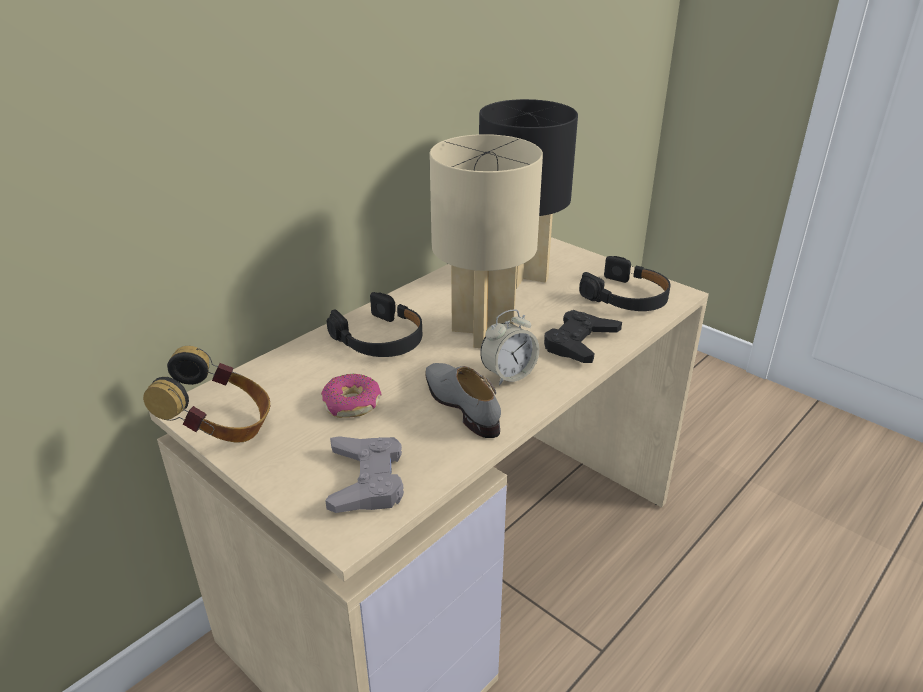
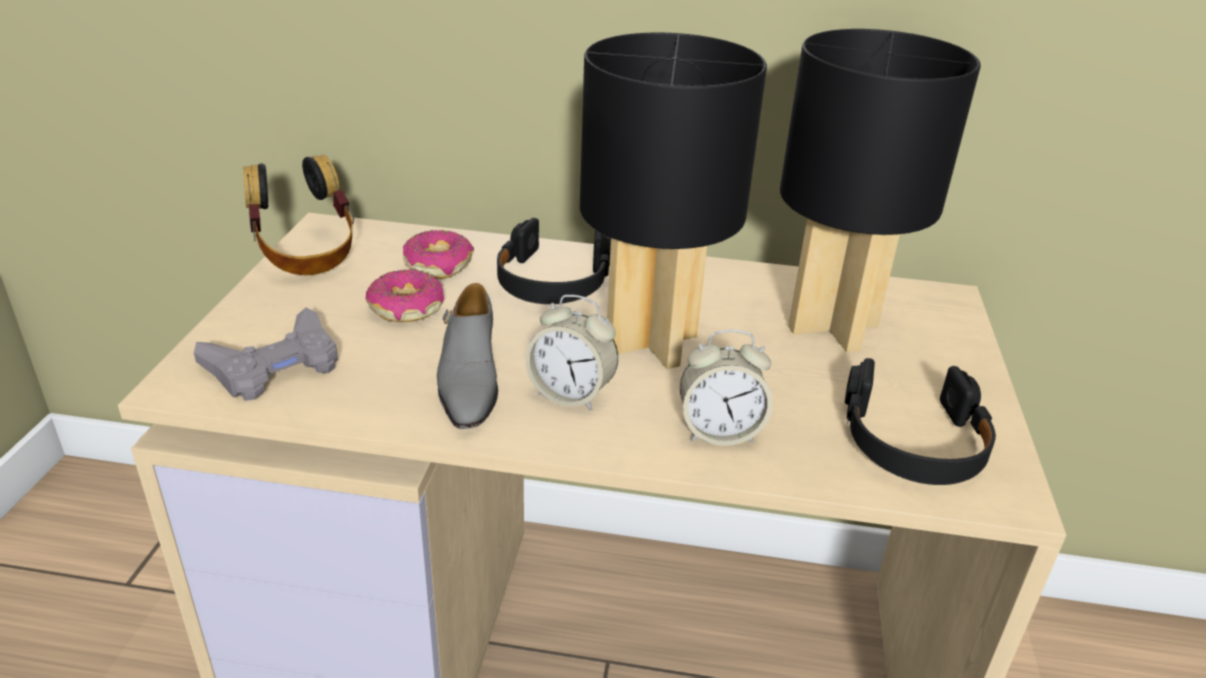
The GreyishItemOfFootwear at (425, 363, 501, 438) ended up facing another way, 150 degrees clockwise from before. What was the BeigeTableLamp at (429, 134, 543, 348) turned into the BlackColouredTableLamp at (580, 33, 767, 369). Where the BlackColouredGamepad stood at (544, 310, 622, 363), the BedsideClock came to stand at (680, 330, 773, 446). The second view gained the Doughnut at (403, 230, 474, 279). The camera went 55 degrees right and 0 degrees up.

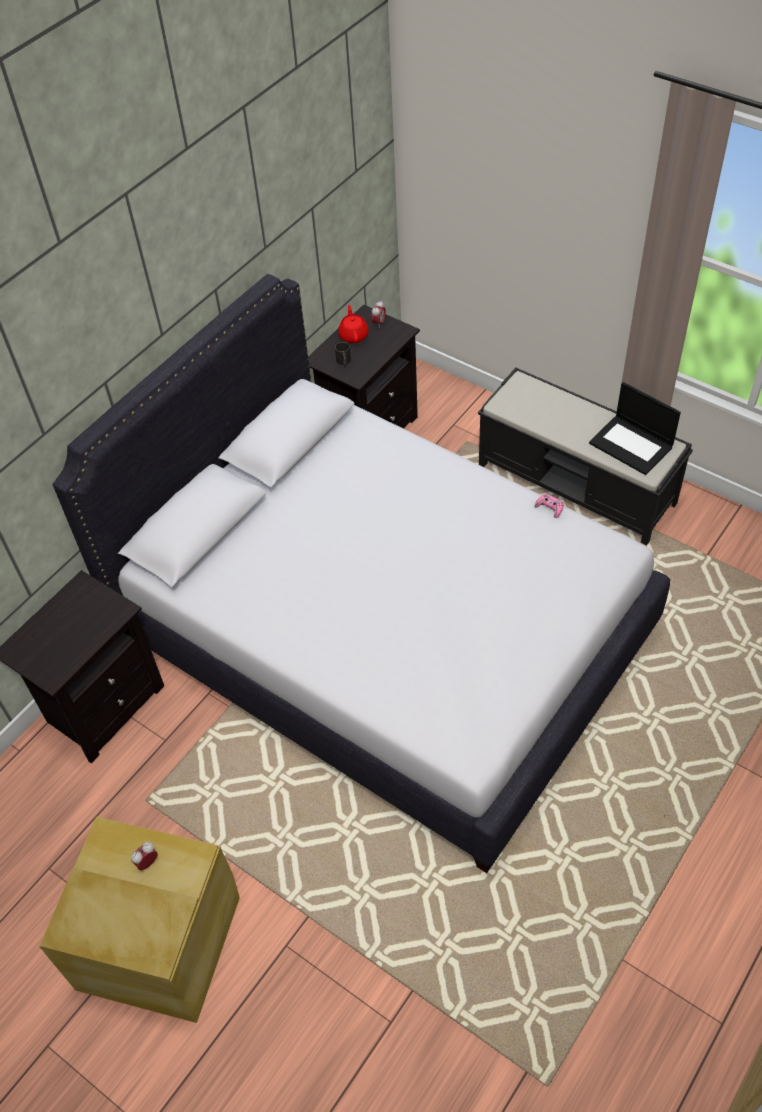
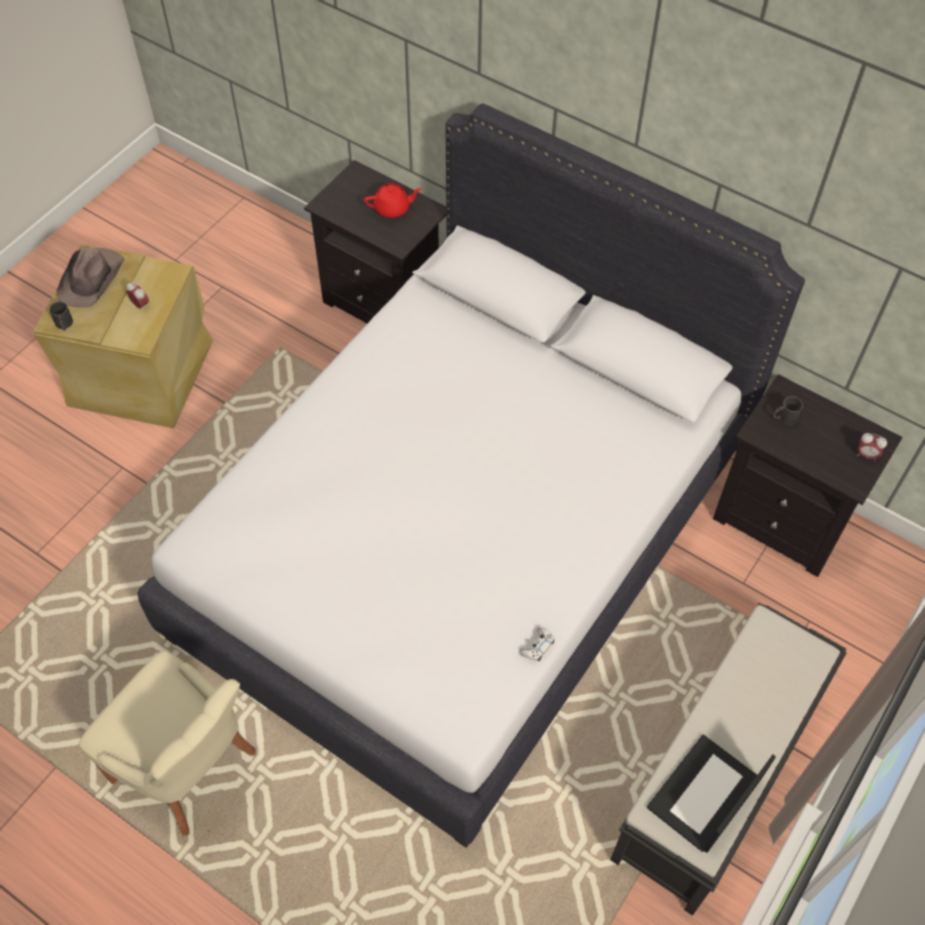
The ReddishTeapot ended up elsewhere, having gone from (338, 305, 369, 343) to (364, 183, 421, 218). What was the PinkColouredGamepad at (535, 494, 564, 518) turned into the WhitishGamepad at (520, 627, 555, 661). The second view gained the BlackColouredTeaMug at (49, 302, 73, 331). The second view gained the BrownClothingHat at (56, 248, 125, 307). The second view gained the BeigePlainChair at (79, 651, 256, 836). The camera went 85 degrees right and 5 degrees up.

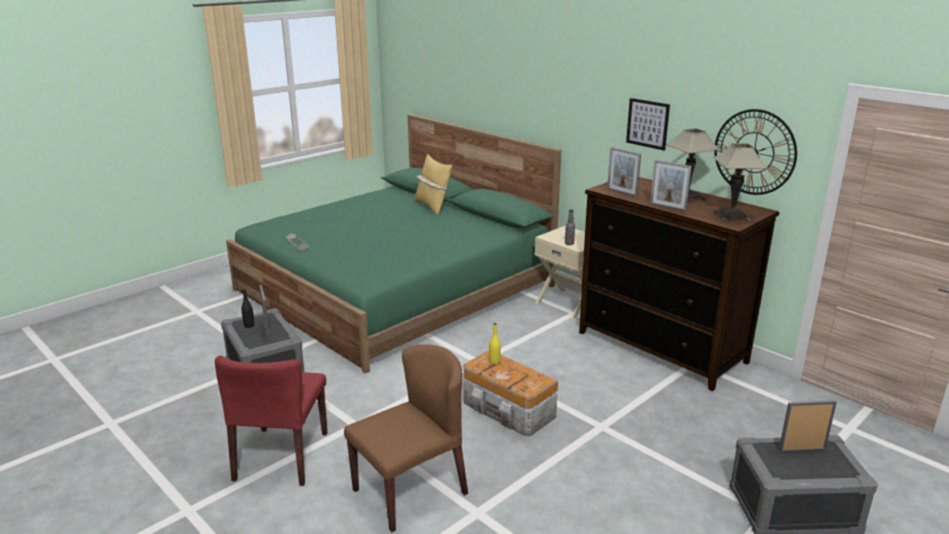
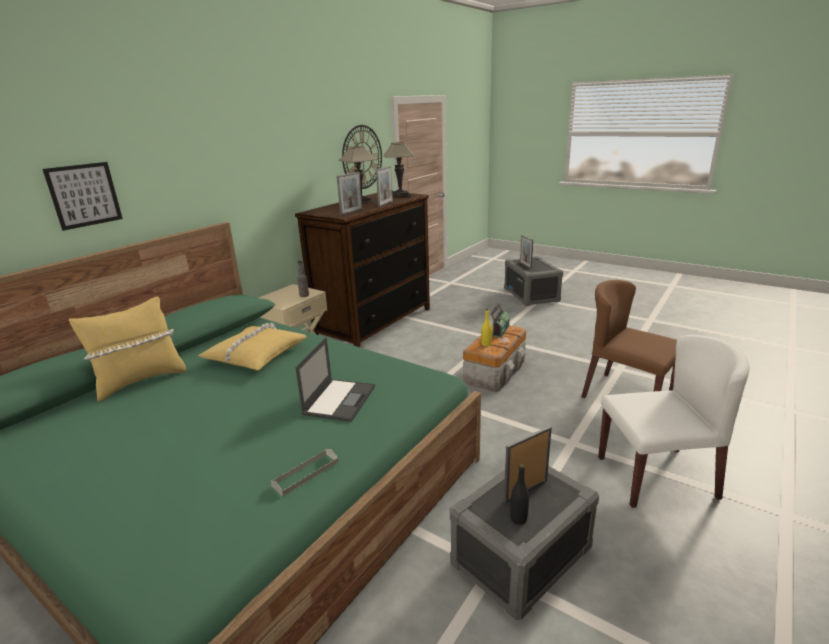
What was the ReddishPlainChair at (215, 356, 327, 486) turned into the WhitishPlainChair at (598, 335, 749, 508). The Picture ended up elsewhere, having gone from (626, 98, 670, 151) to (43, 162, 123, 231). The second view gained the YellowThrowPillow at (198, 323, 307, 370). The second view gained the NotebookComputer at (295, 337, 375, 422). The second view gained the RadioReceiver at (491, 304, 510, 337). The camera went 100 degrees left and 0 degrees up.

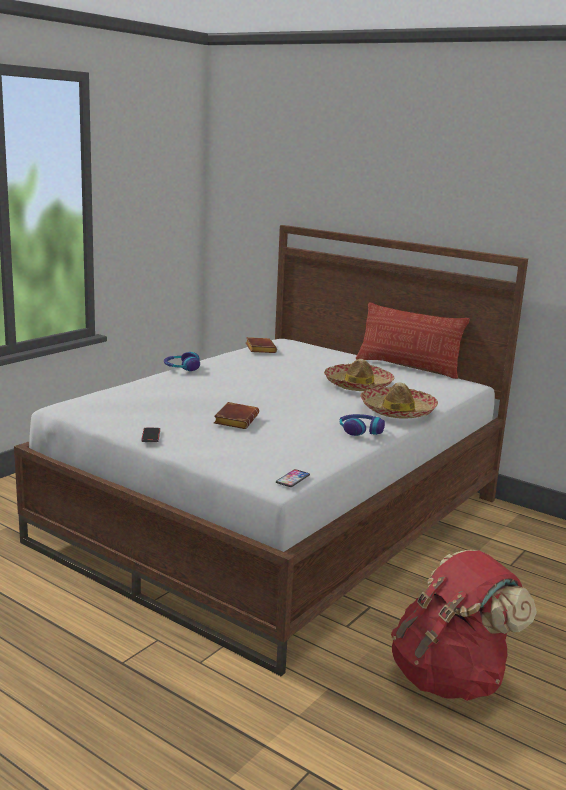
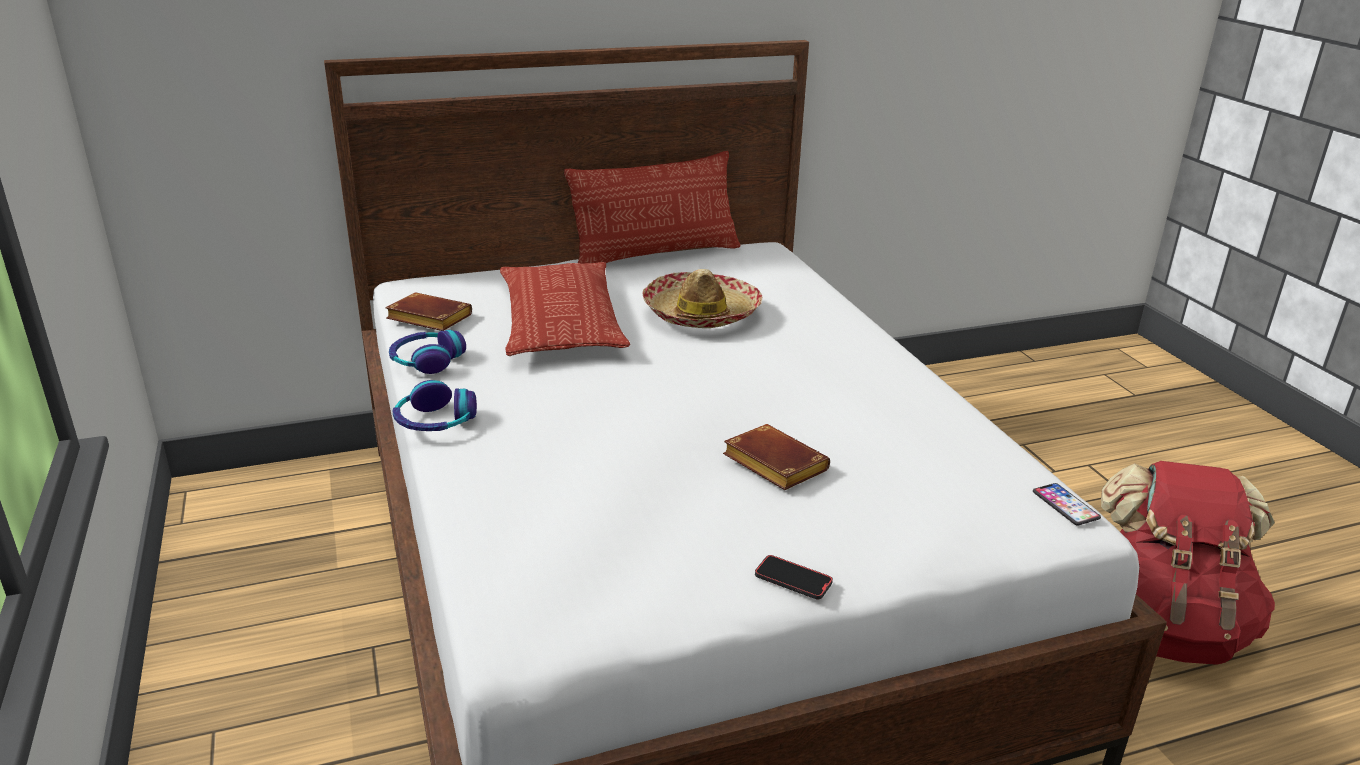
The Headphones ended up elsewhere, having gone from (340, 414, 385, 436) to (389, 330, 466, 374). The second view lost the ClothingHat at (360, 382, 438, 419). The second view gained the ThrowPillow at (500, 262, 630, 356). The camera went 55 degrees left and 10 degrees up.

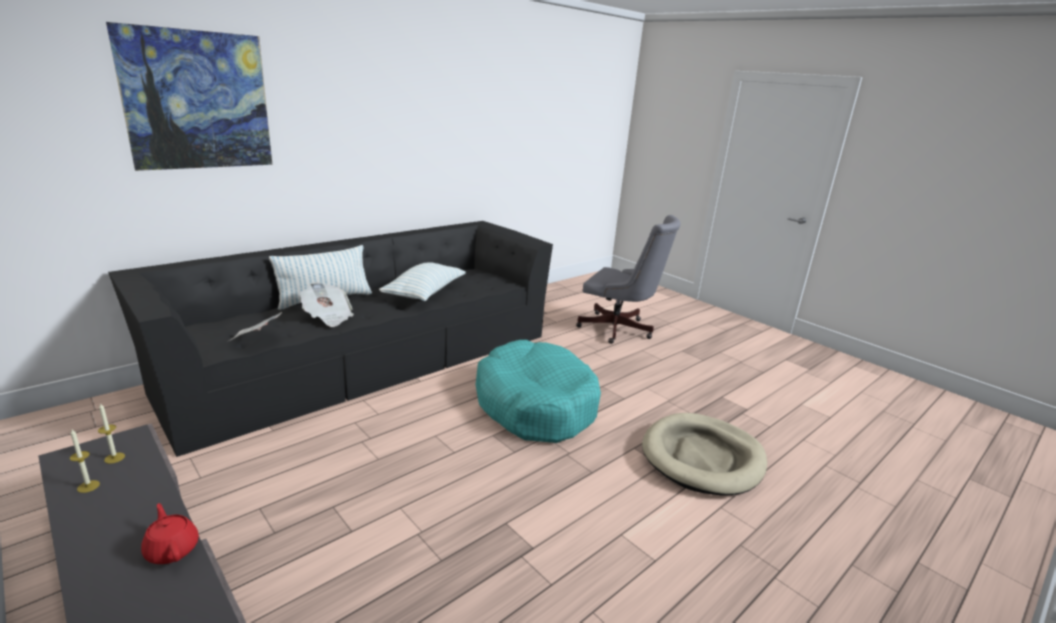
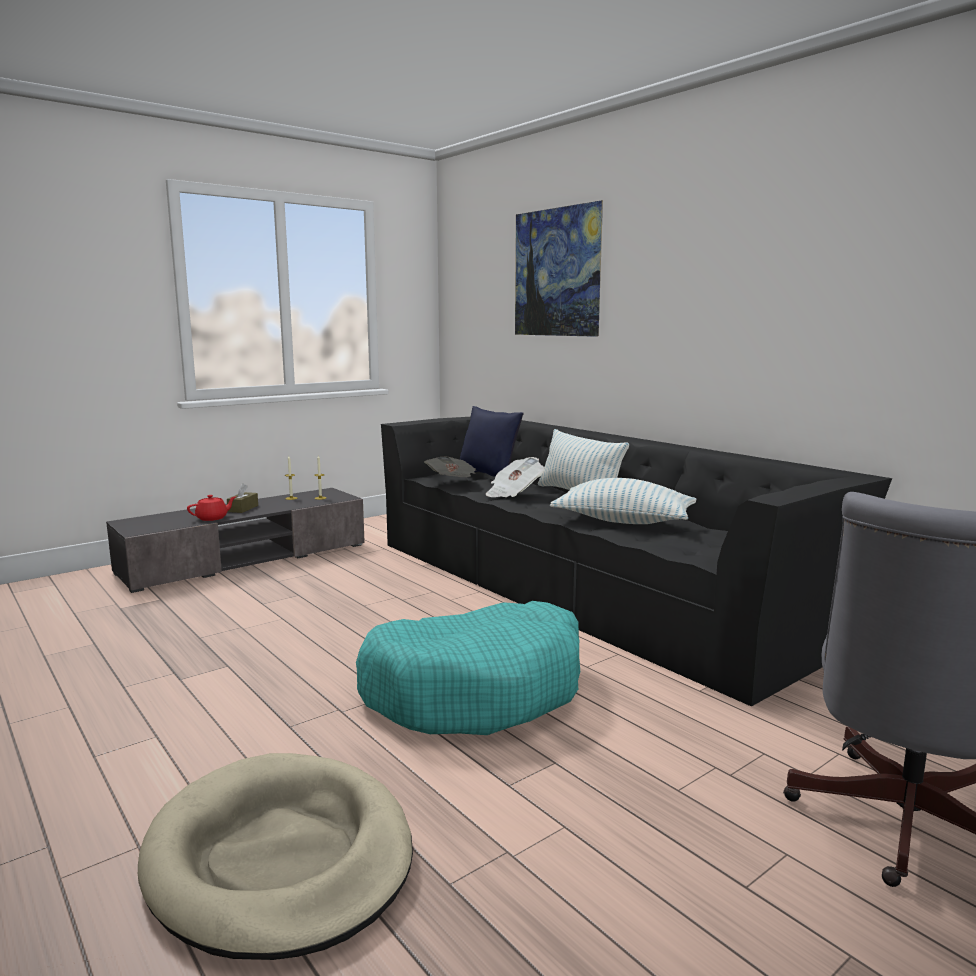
The second view gained the BrownTissueHolder at (227, 483, 258, 513). The second view gained the BlueThrowPillow at (460, 406, 524, 477). The camera went 95 degrees right and 10 degrees down.

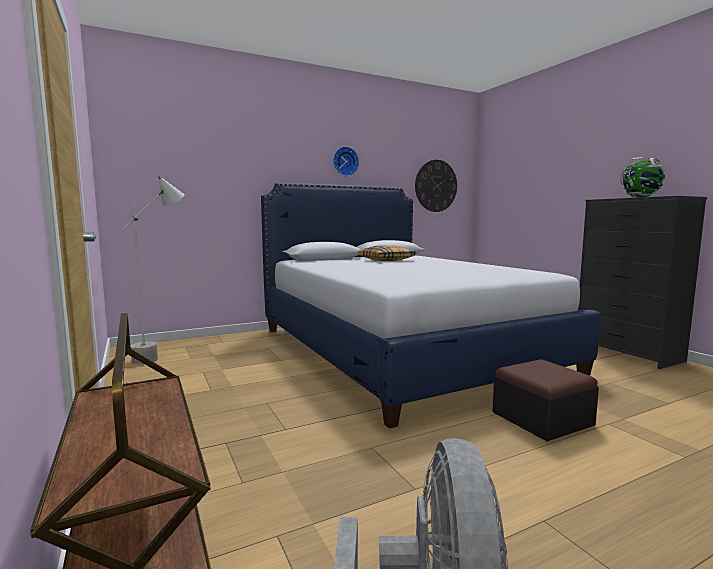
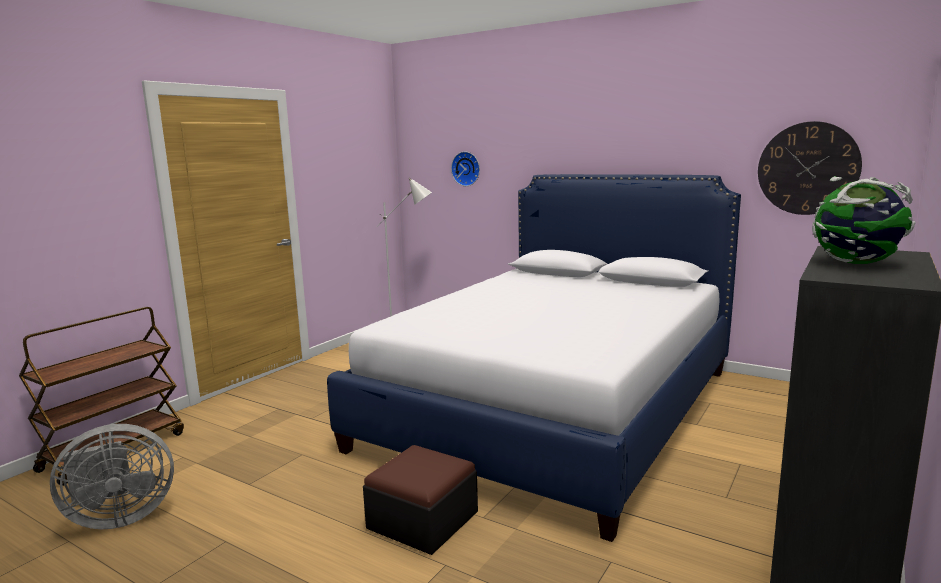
The WallClock ended up elsewhere, having gone from (333, 147, 359, 176) to (451, 151, 480, 186). The second view lost the ThrowPillow at (358, 245, 415, 261). The camera went 60 degrees right and 5 degrees up.

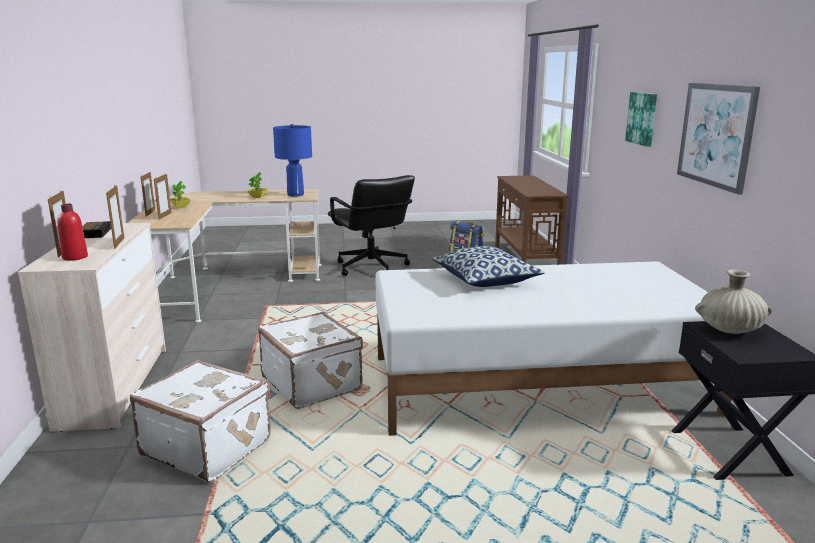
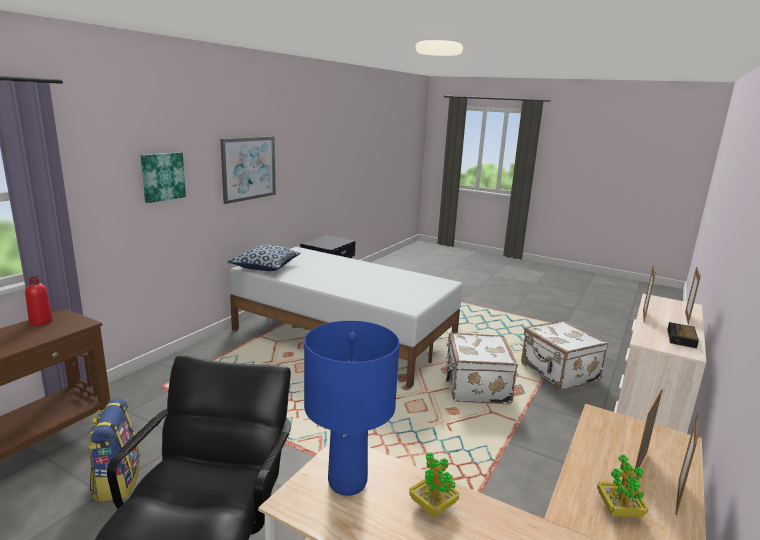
The ReddishDrinkBottle ended up elsewhere, having gone from (57, 204, 88, 261) to (25, 276, 53, 325). The ThrowPillow ended up elsewhere, having gone from (432, 246, 545, 287) to (227, 245, 301, 271). The second view lost the BeigeDecorativeVase at (695, 269, 772, 334). The camera went 145 degrees left and 0 degrees up.

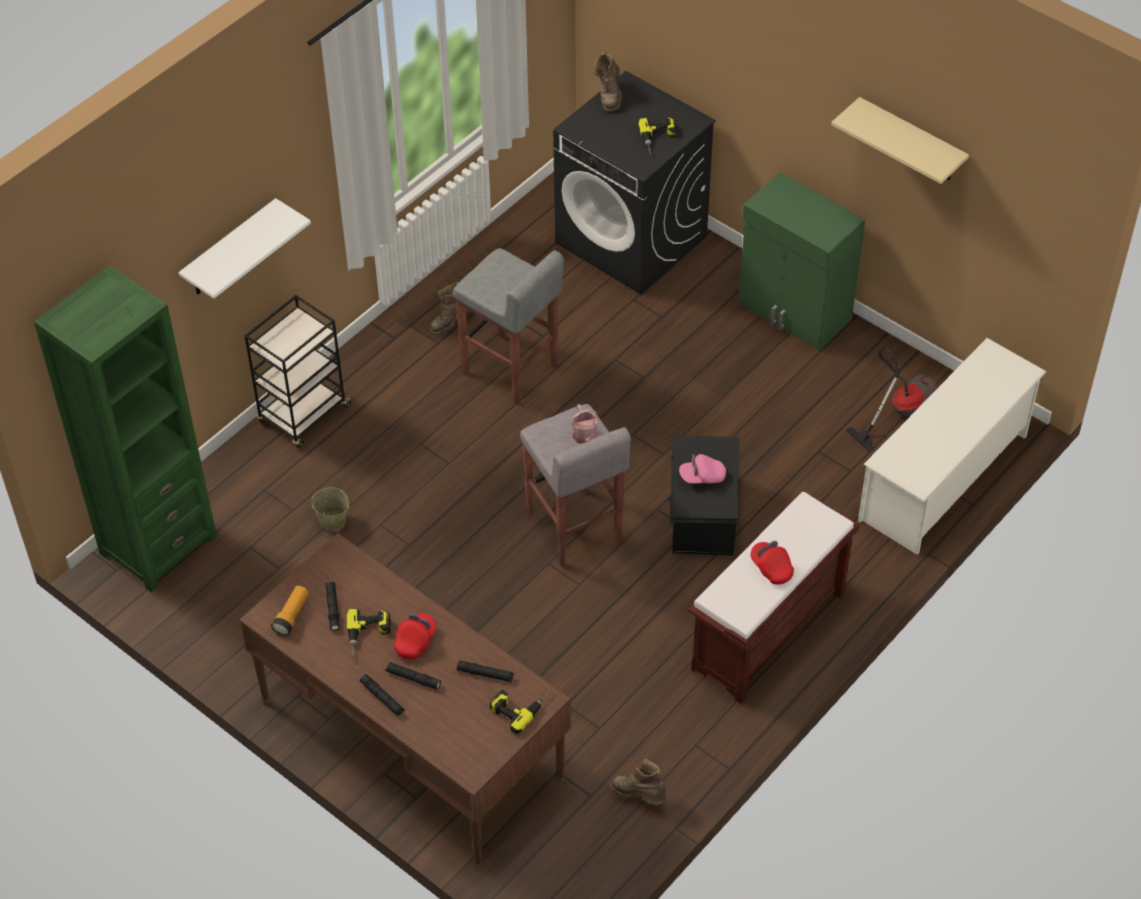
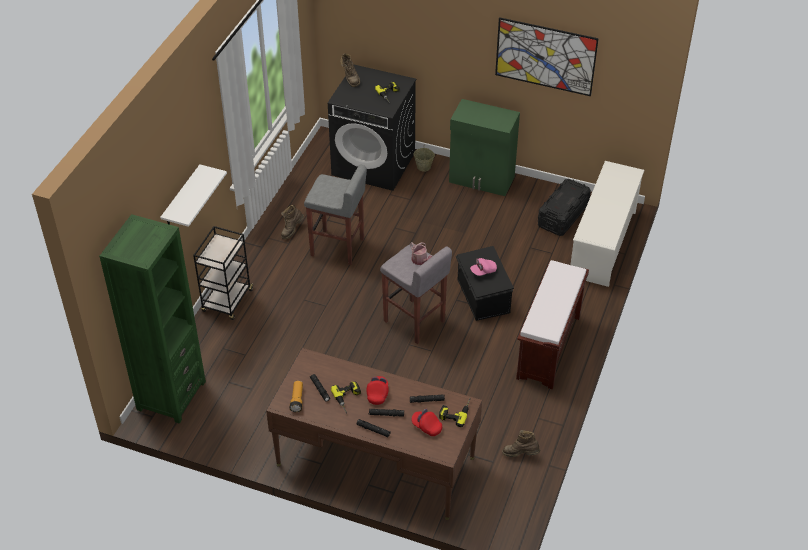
The BeigePail ended up elsewhere, having gone from (311, 485, 349, 531) to (414, 145, 435, 171). The ReddishBaseballCap ended up elsewhere, having gone from (751, 541, 794, 585) to (411, 409, 442, 436). Where the BeigeWallShelf hung at (831, 97, 969, 184), the Picture came to hang at (495, 17, 599, 96). Where the VacuumCleaner stood at (846, 346, 938, 452), the BlackColouredStorageContainer came to stand at (538, 179, 591, 236). The camera went 20 degrees left and 5 degrees down.

